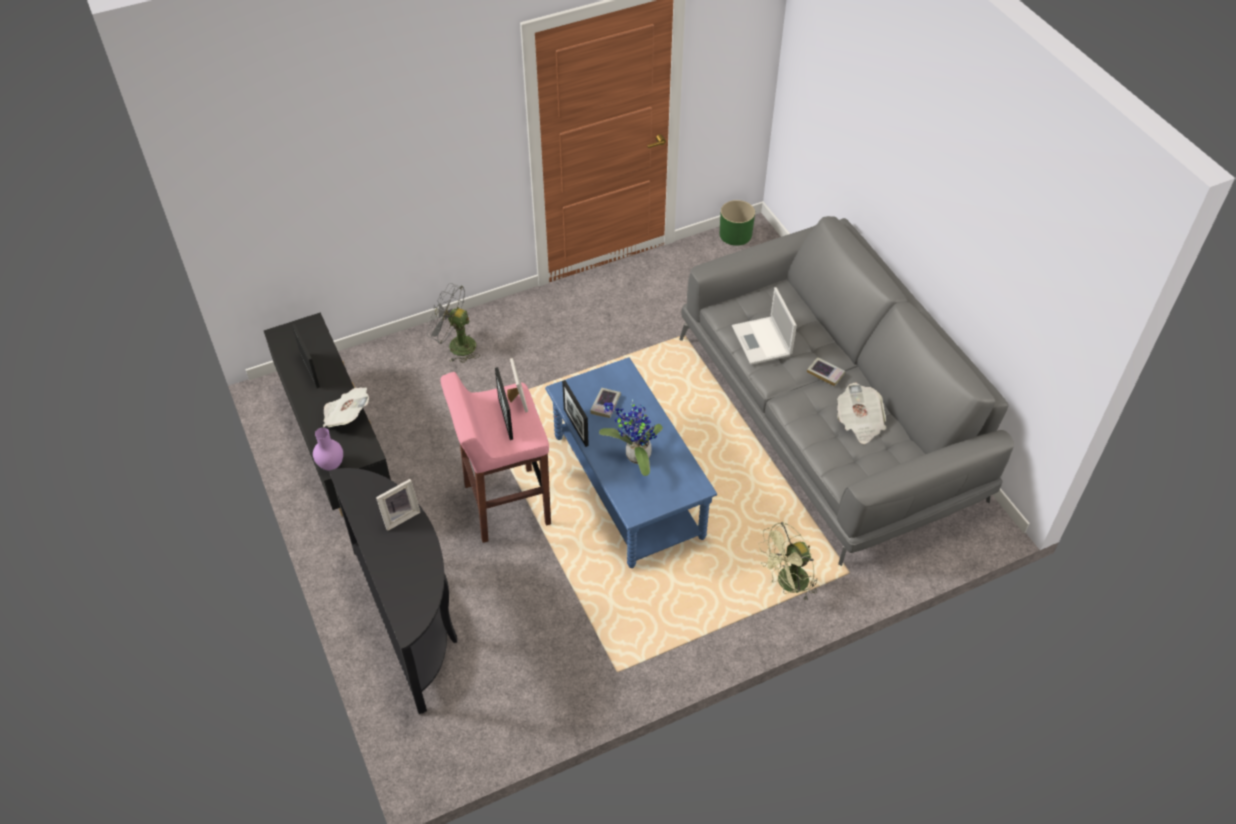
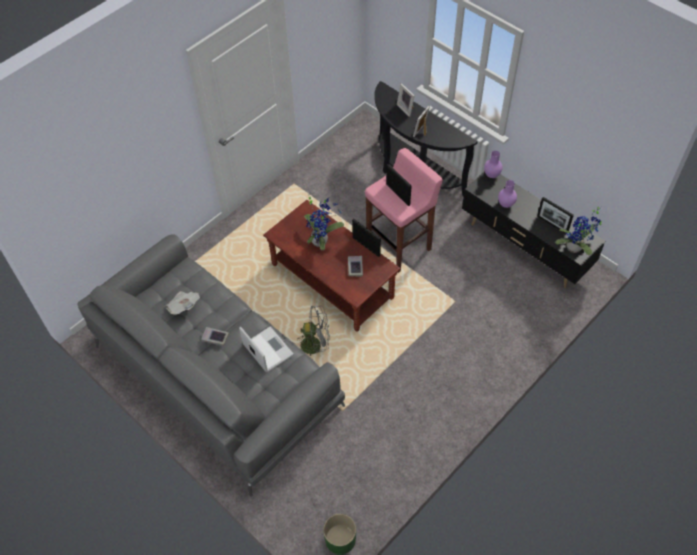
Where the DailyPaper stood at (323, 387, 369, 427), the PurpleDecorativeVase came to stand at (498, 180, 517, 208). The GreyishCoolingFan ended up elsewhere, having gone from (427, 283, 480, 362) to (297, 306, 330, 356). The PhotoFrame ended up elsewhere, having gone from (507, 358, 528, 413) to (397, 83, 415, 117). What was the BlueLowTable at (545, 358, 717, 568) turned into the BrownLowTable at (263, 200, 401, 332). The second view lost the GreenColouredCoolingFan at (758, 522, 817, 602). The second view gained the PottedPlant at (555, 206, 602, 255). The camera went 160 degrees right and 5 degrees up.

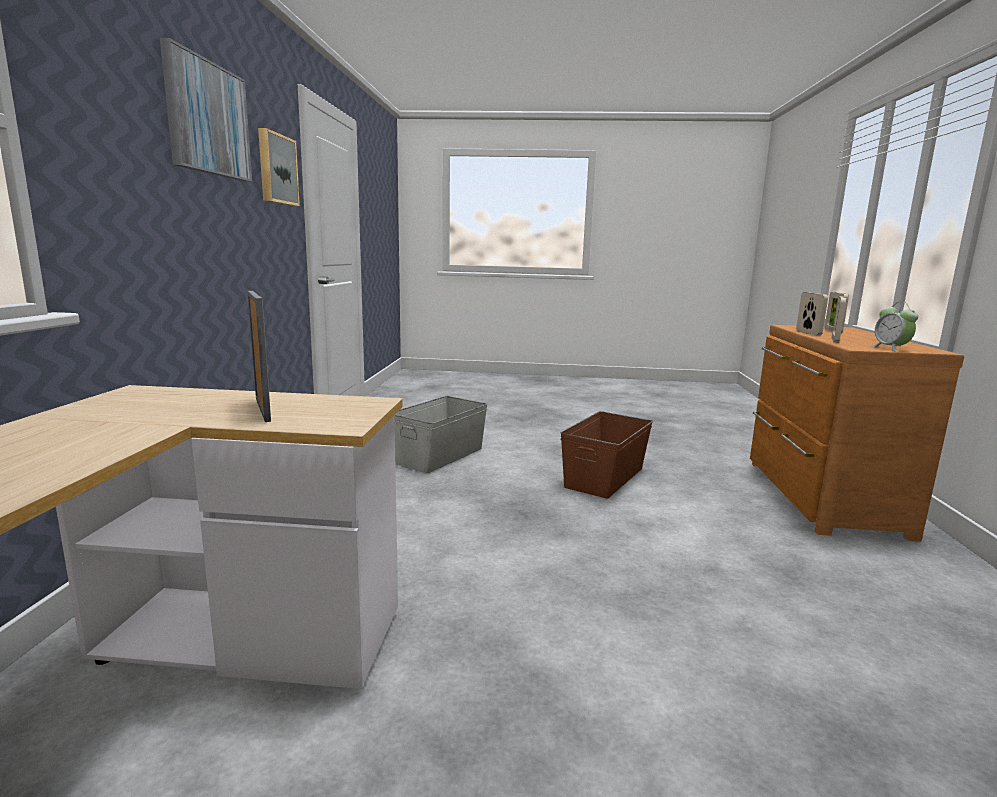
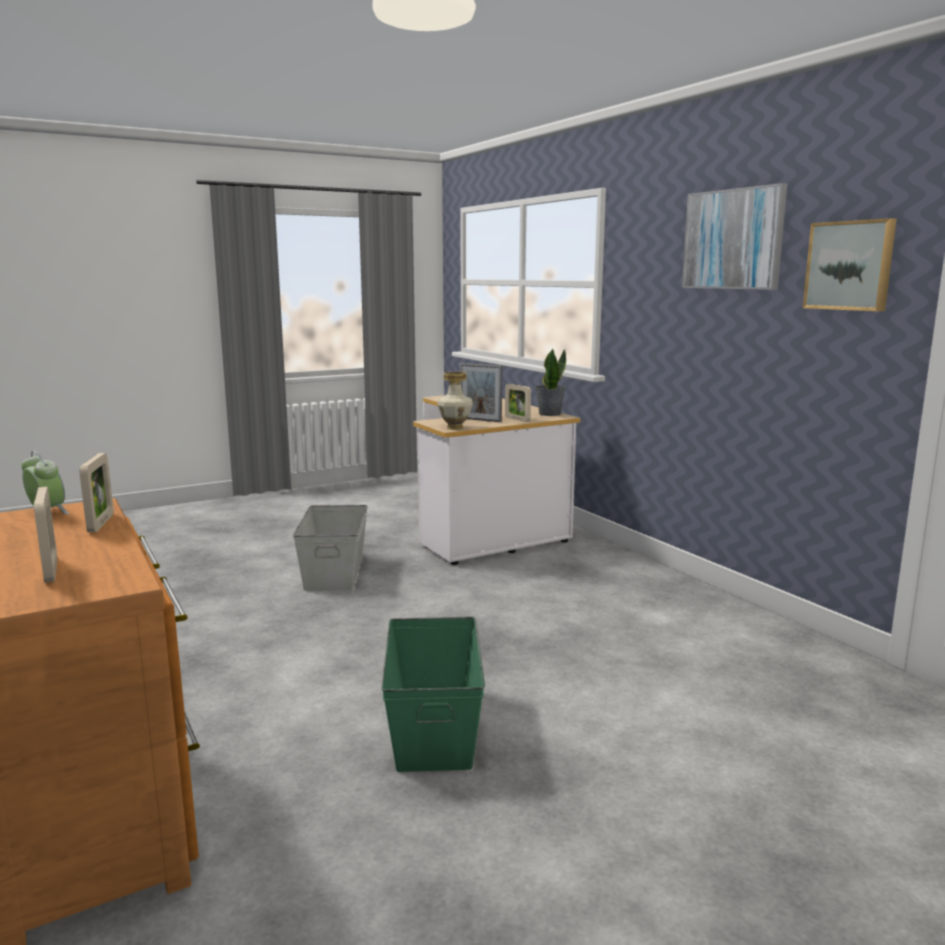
The GreyishStorageContainer ended up elsewhere, having gone from (395, 396, 488, 473) to (293, 505, 368, 591). What was the BrownStorageContainer at (561, 411, 653, 499) turned into the GreenColouredStorageContainer at (381, 617, 485, 772). The PhotoFrame ended up elsewhere, having gone from (796, 292, 828, 336) to (505, 384, 531, 422). The second view gained the DecorativeVase at (437, 372, 473, 430). The second view gained the PottedPlant at (535, 348, 566, 416). The camera went 145 degrees right and 0 degrees up.

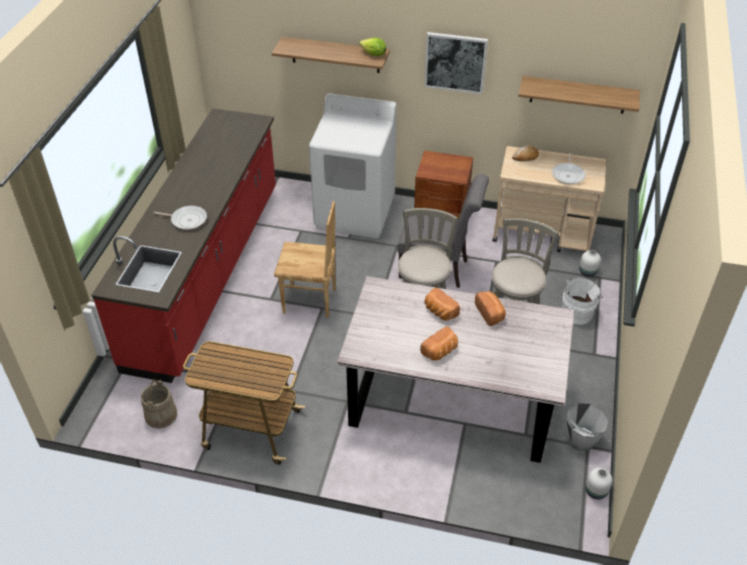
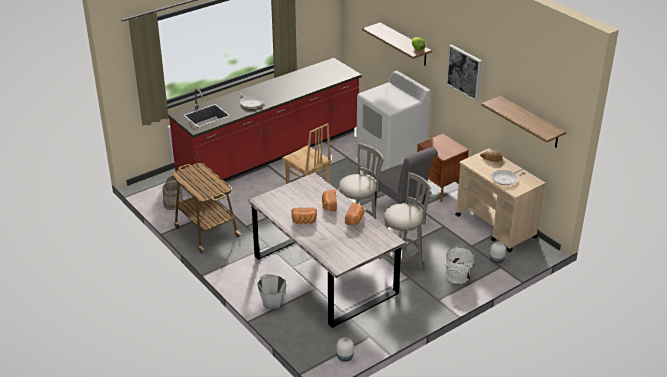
The GreyishPail ended up elsewhere, having gone from (566, 403, 608, 451) to (257, 274, 287, 309). The camera went 40 degrees right and 10 degrees down.

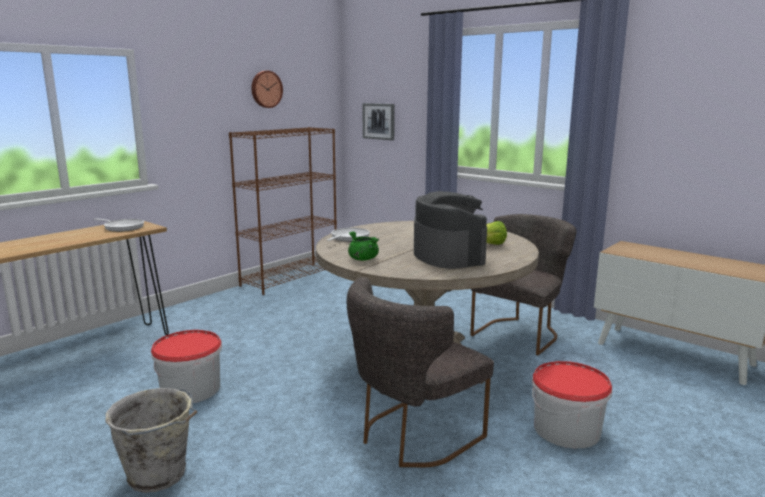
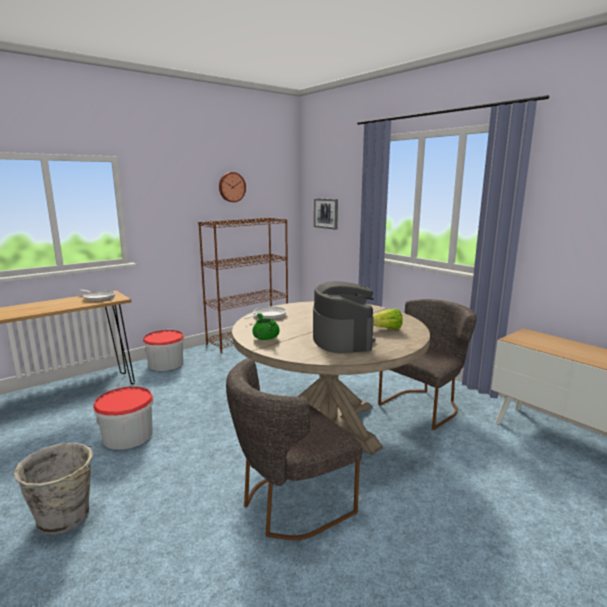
The Pail ended up elsewhere, having gone from (532, 361, 612, 448) to (143, 330, 184, 371). The camera went 10 degrees right and 0 degrees up.

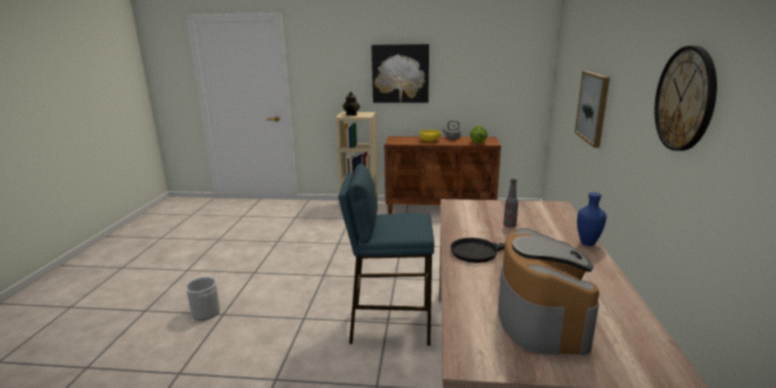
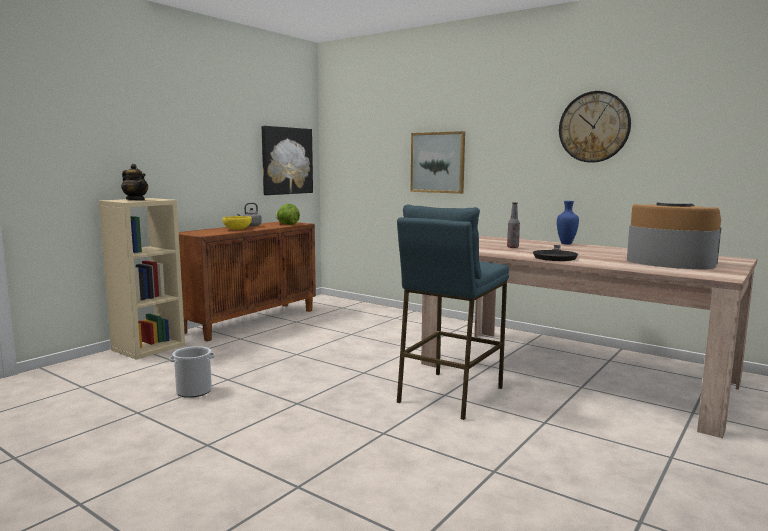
The Pail ended up elsewhere, having gone from (185, 276, 220, 320) to (169, 346, 215, 398). The Picture ended up elsewhere, having gone from (371, 44, 429, 103) to (262, 126, 313, 195). The camera went 60 degrees left and 10 degrees down.

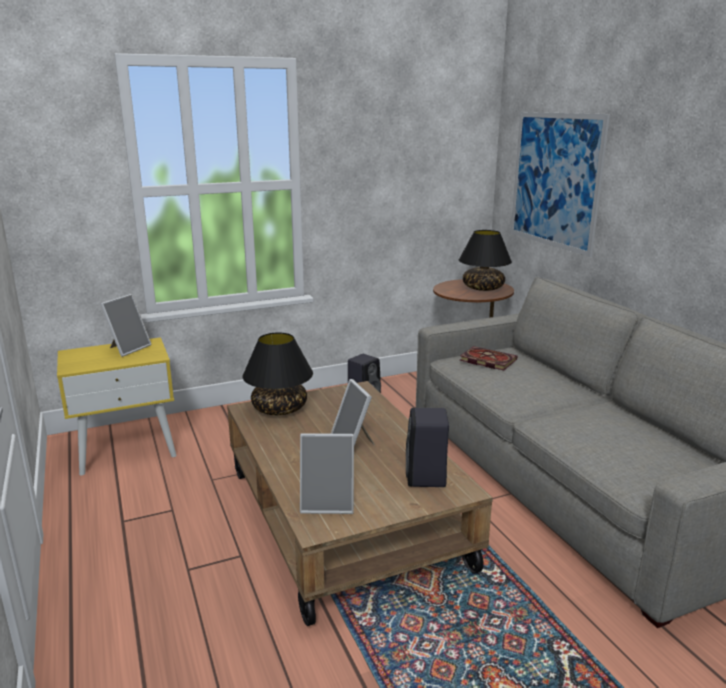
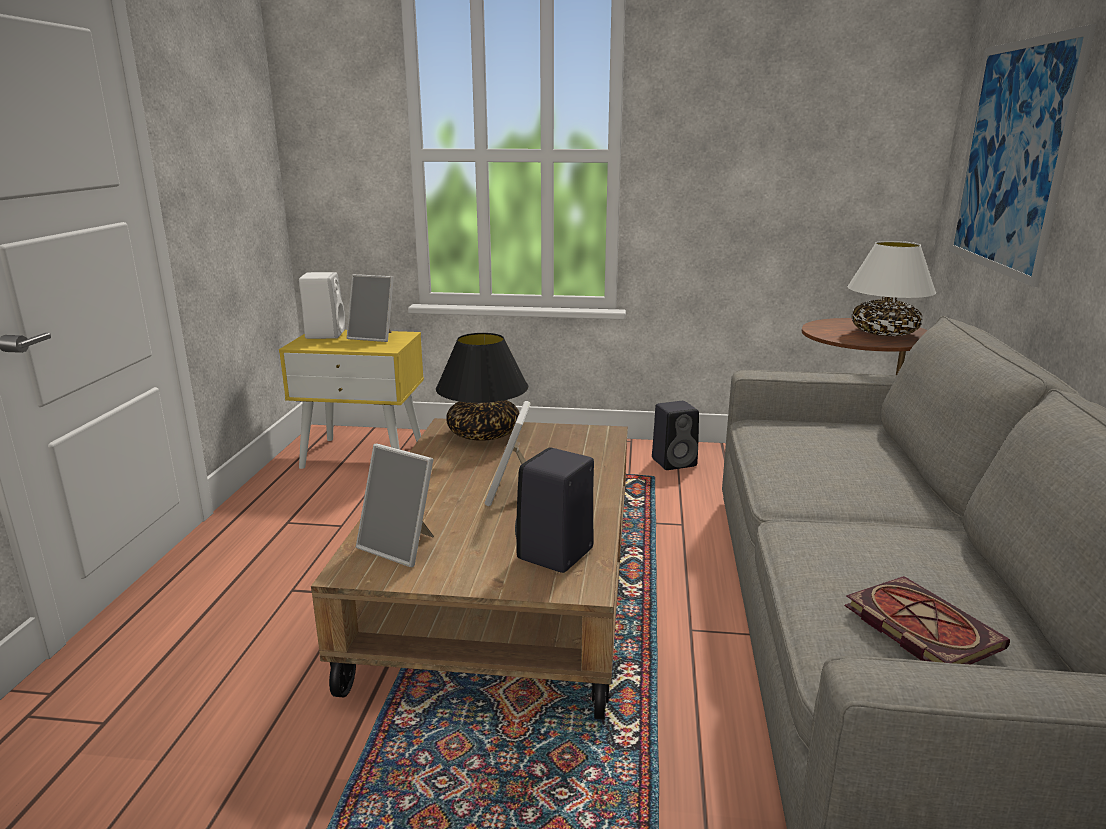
The PhotoFrame at (100, 294, 152, 357) ended up facing another way, 45 degrees clockwise from before. What was the BlackColouredTableLamp at (459, 230, 512, 291) turned into the WhitishTableLamp at (847, 241, 936, 336). The Volume ended up elsewhere, having gone from (460, 346, 518, 371) to (845, 576, 1010, 664). The second view gained the WhitishAudioSpeaker at (299, 272, 345, 339). The camera went 30 degrees right and 0 degrees up.

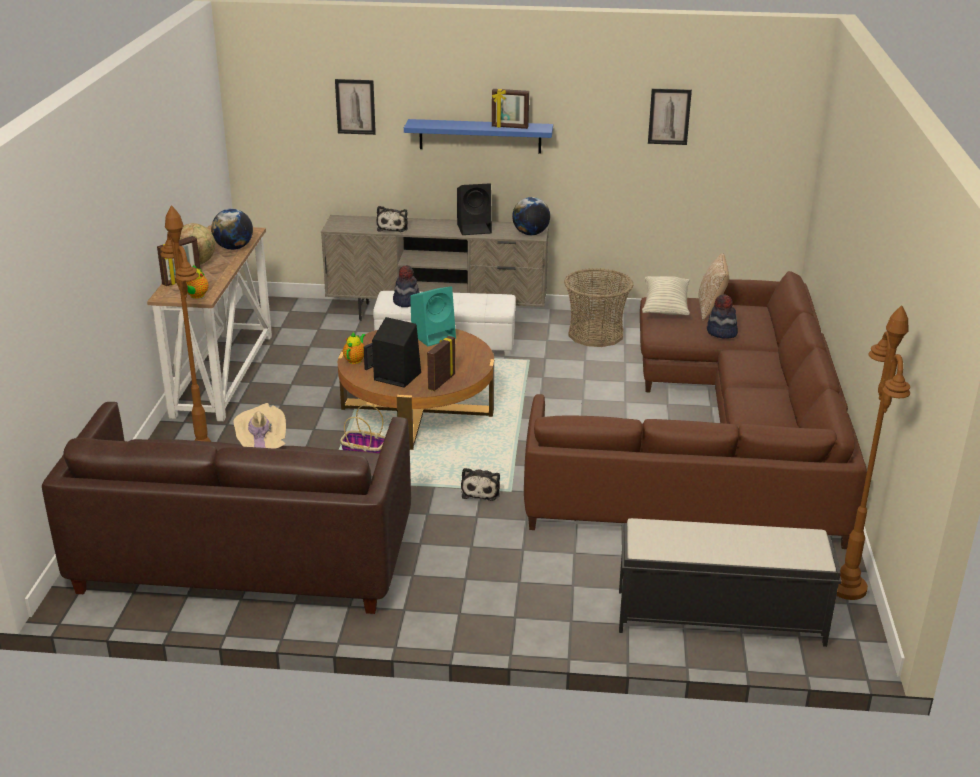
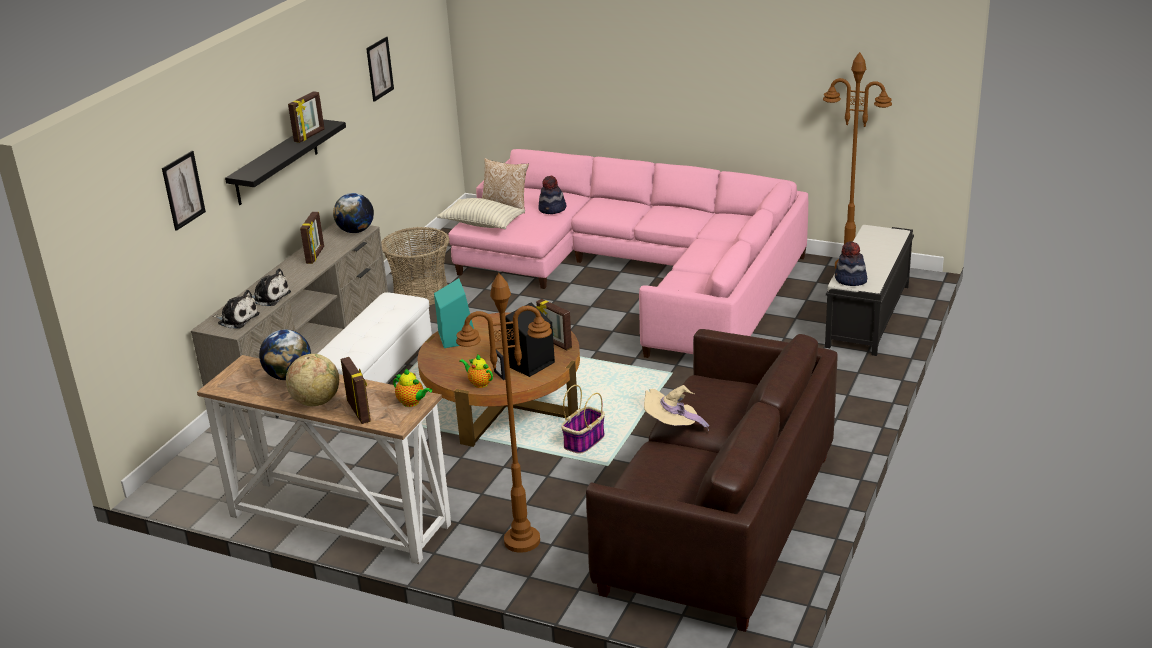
The ClothingHat ended up elsewhere, having gone from (393, 265, 420, 307) to (835, 241, 867, 286). What was the BlueWallShelf at (404, 119, 553, 154) turned into the BlackColouredWallShelf at (225, 119, 346, 205). Where the BlackColouredAudioSpeaker stood at (457, 183, 492, 235), the PhotoFrame came to stand at (300, 212, 324, 264). The SoftToy ended up elsewhere, having gone from (461, 468, 500, 501) to (213, 290, 260, 329). What was the BrownSofa at (524, 271, 867, 549) turned into the PinkColouredSofa at (448, 149, 808, 358). The camera went 70 degrees left and 0 degrees up.

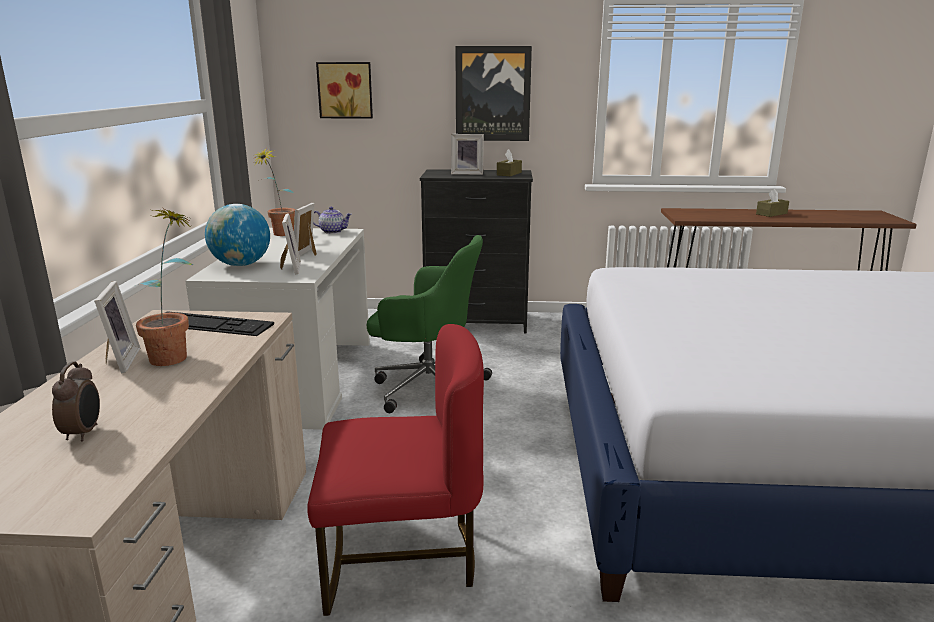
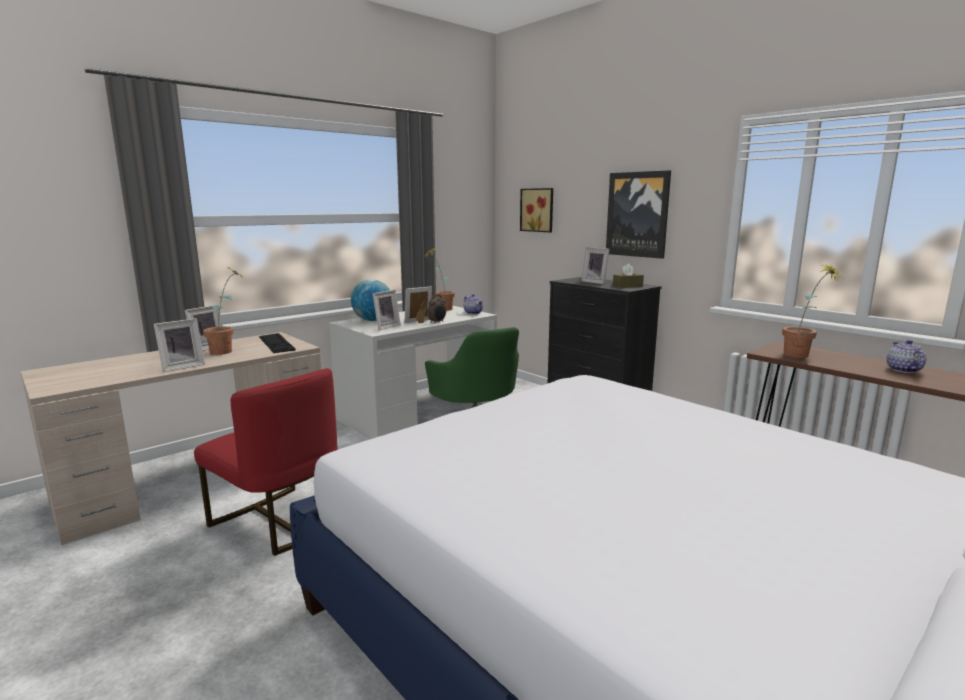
The BedsideClock ended up elsewhere, having gone from (52, 362, 100, 441) to (427, 295, 446, 324). Where the BrownTissueHolder stood at (756, 189, 789, 217), the Teapot came to stand at (887, 340, 926, 373). The second view gained the PhotoFrame at (154, 318, 205, 372). The second view gained the PottedPlant at (782, 263, 845, 358). The camera went 45 degrees right and 5 degrees down.

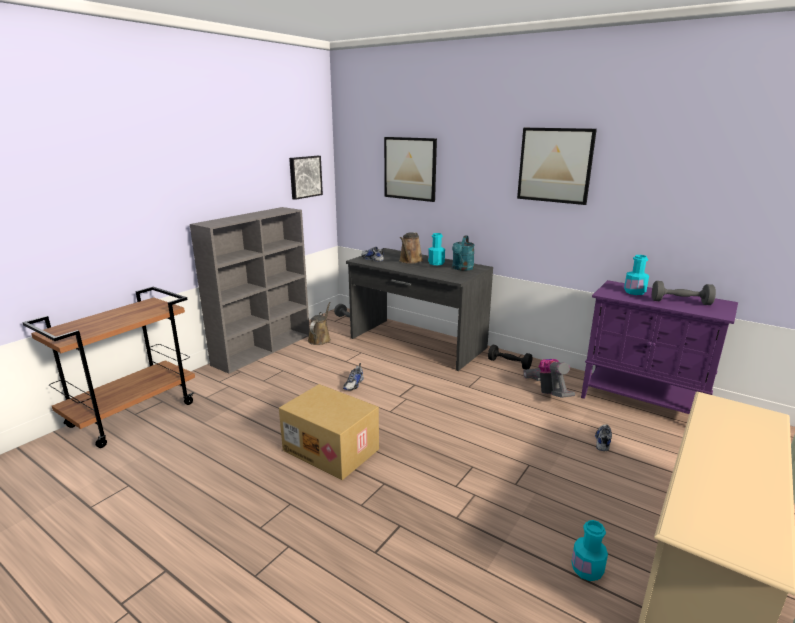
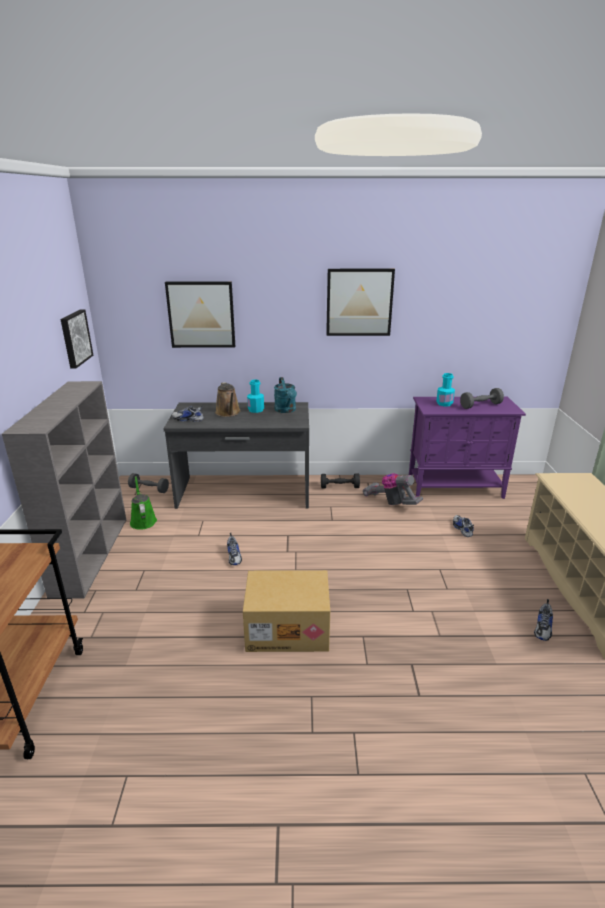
What was the BrownSprinklingCan at (308, 302, 331, 345) turned into the GreenColouredSprinklingCan at (130, 476, 157, 530). Where the TurquoiseColouredDrinkBottle stood at (571, 520, 608, 581), the ItemOfFootwear came to stand at (534, 599, 553, 641). The camera went 35 degrees left and 5 degrees up.

